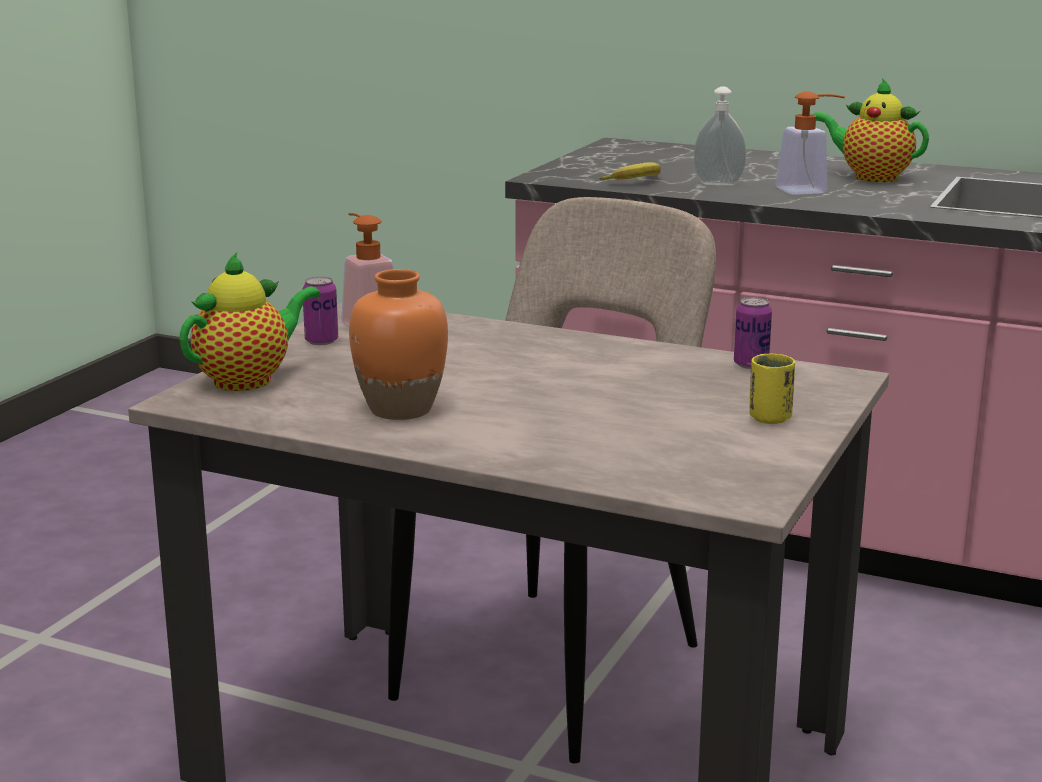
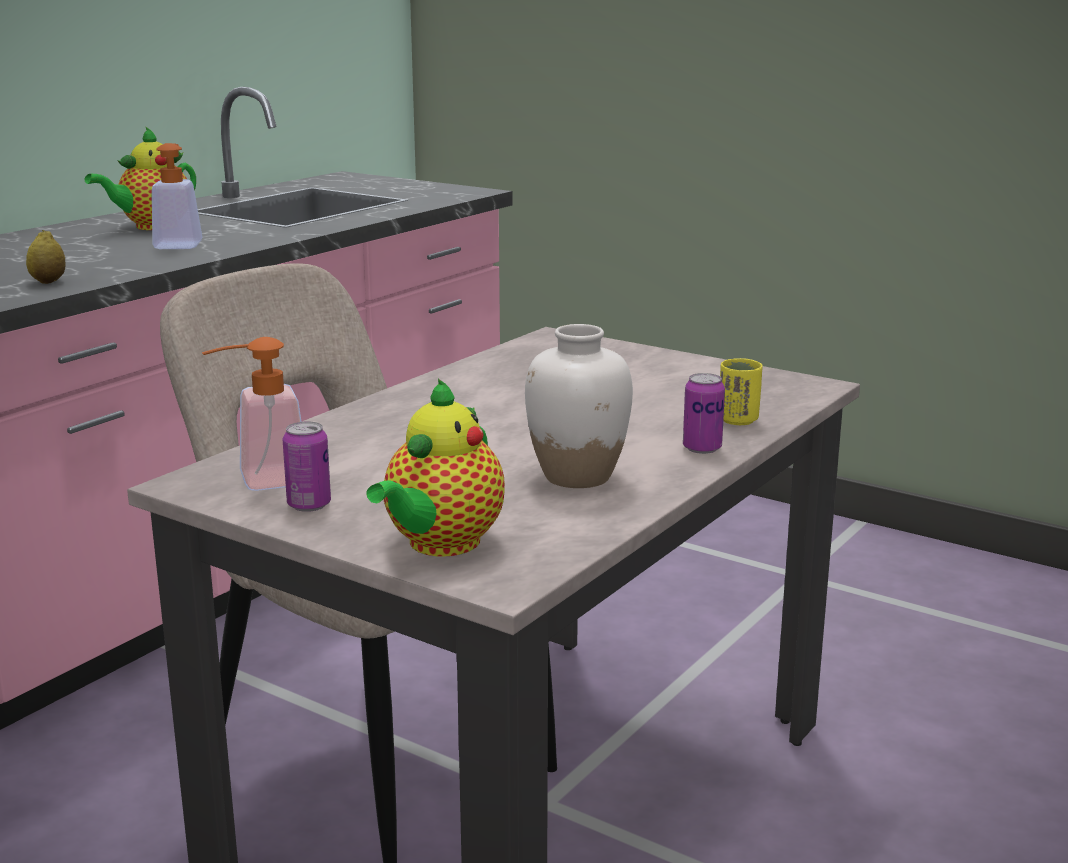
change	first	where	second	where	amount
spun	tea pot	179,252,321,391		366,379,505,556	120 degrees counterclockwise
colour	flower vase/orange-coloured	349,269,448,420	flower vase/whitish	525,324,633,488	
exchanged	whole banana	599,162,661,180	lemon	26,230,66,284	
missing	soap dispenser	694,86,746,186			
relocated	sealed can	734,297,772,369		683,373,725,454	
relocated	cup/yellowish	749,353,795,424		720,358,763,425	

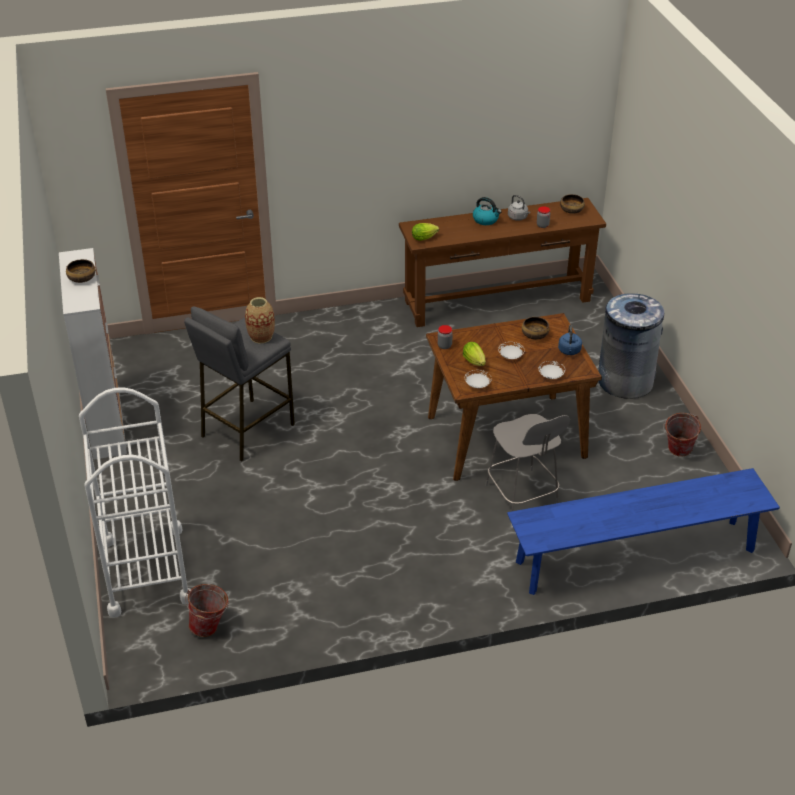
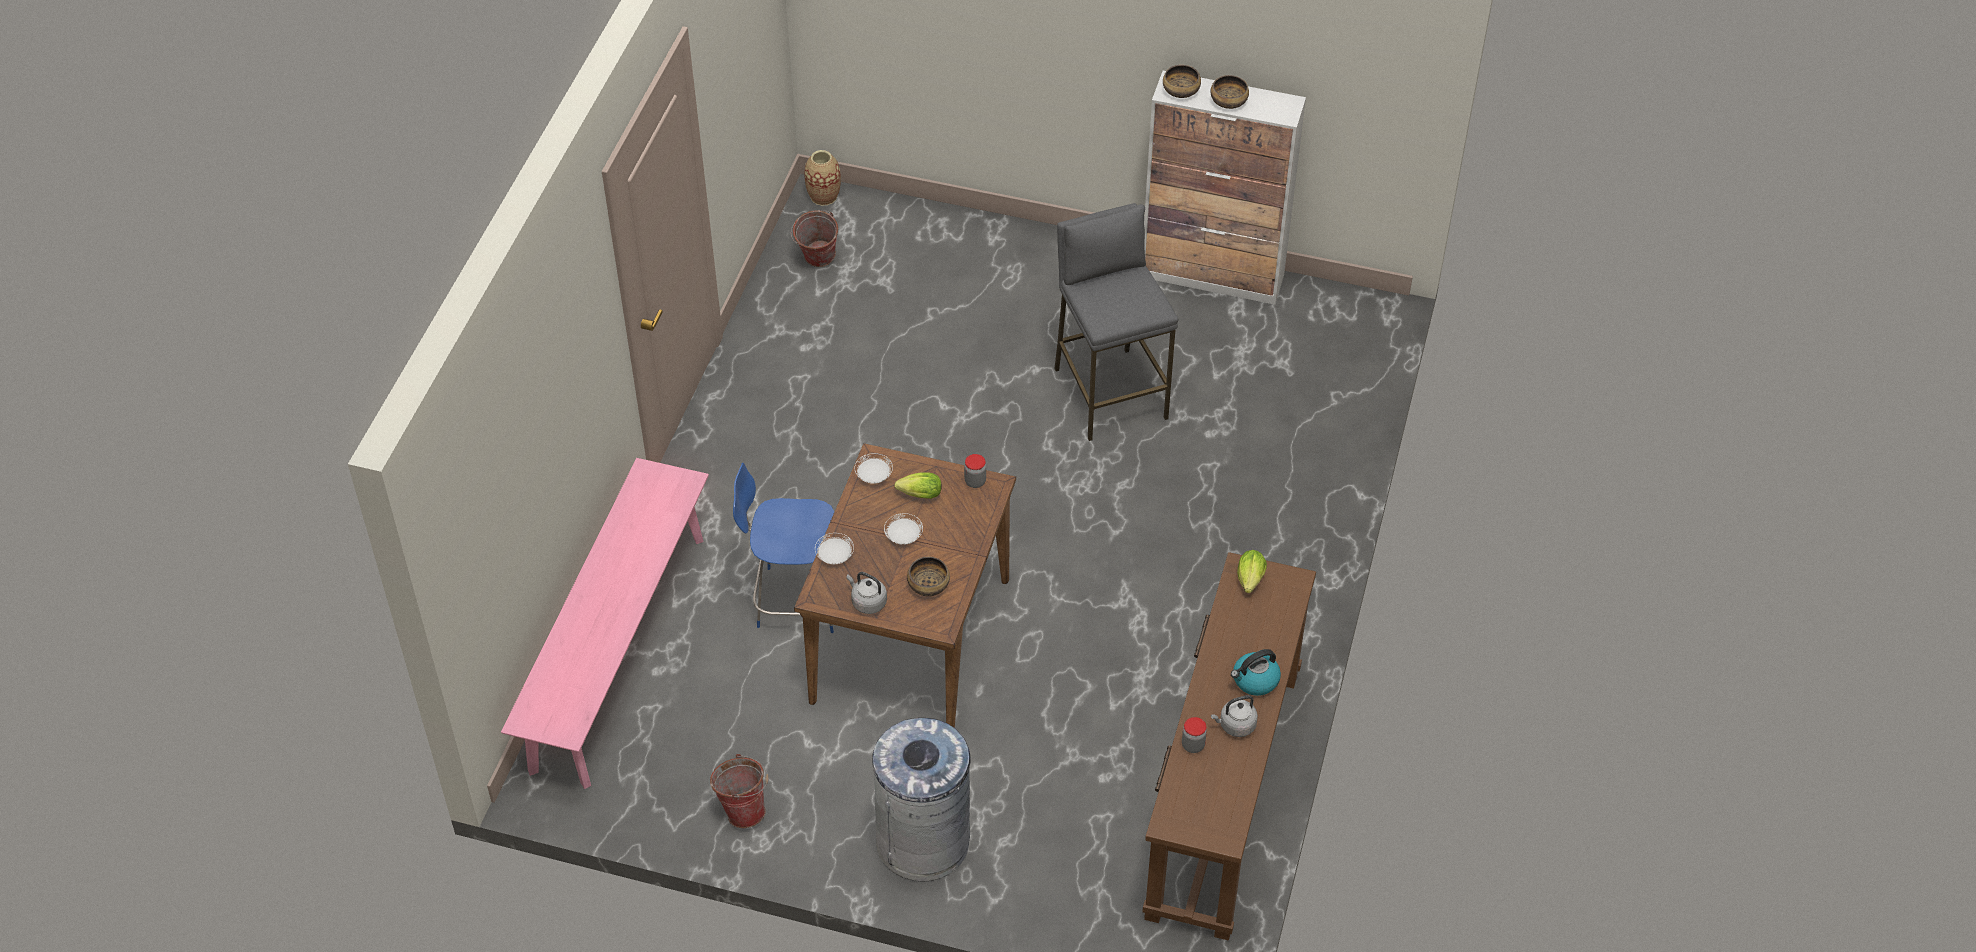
change	first	where	second	where	amount
missing	wheeled cart/whitish	79,387,191,618			
relocated	flower vase	245,297,275,344		804,150,841,206	
colour	upright chair/greyish	485,414,570,511	upright chair/bluish	733,463,834,633	
colour	long seat/bluish	507,468,780,595	long seat/pink-coloured	501,458,709,789	
colour	tea kettle/bluish	558,325,582,355	tea kettle/greyish	846,572,887,614	
relocated	deep dish	560,194,585,214		1163,65,1201,98	

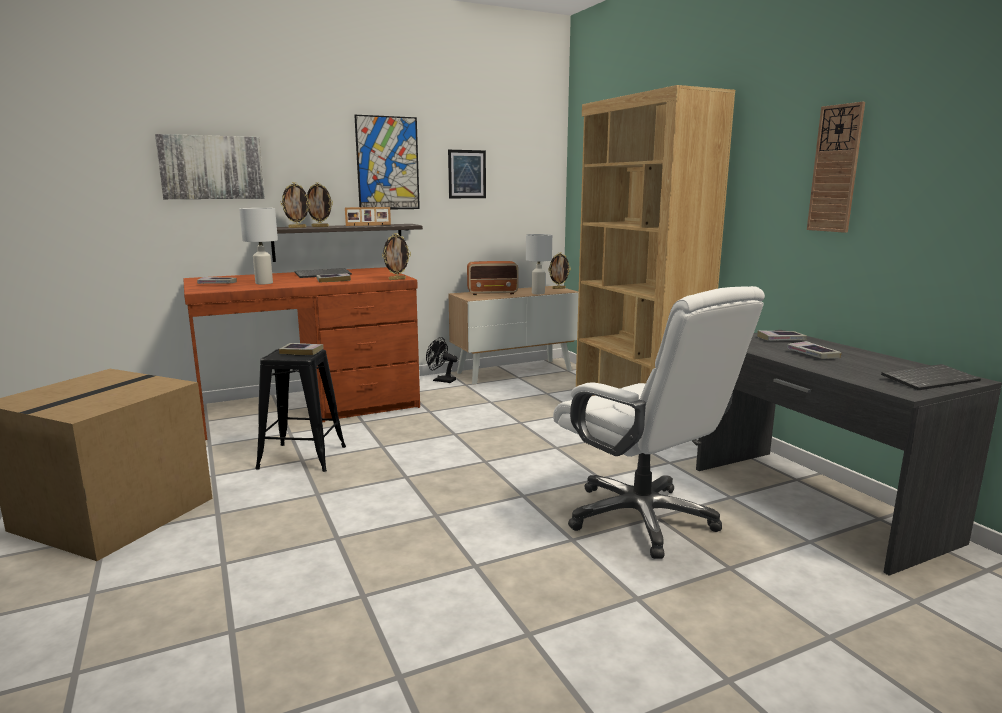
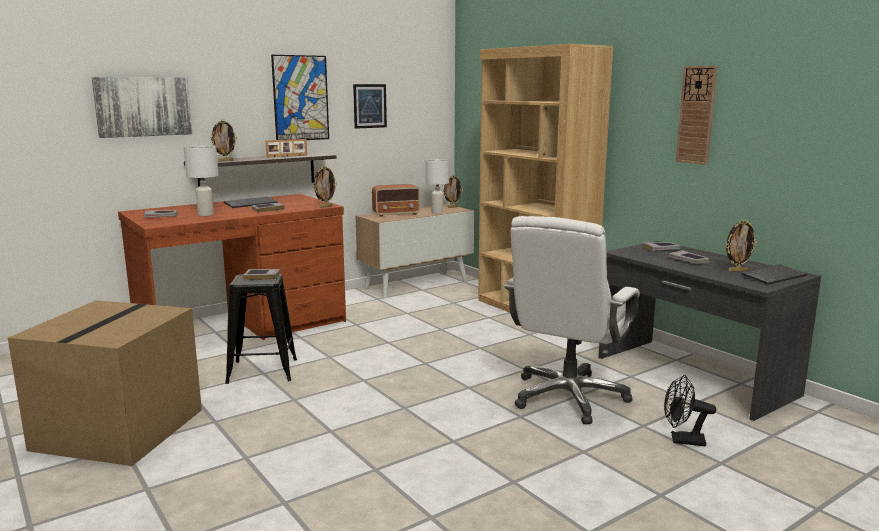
change	first	where	second	where	amount
relocated	standing frame	307,182,333,227		726,220,757,272	
relocated	fan/blackish	426,337,458,383		664,375,716,446	
spun	computer chair/whitish	553,286,765,559		504,216,640,424	75 degrees clockwise

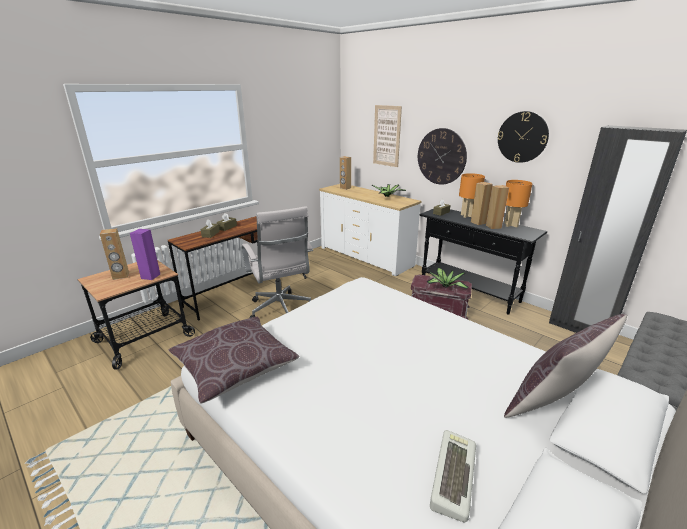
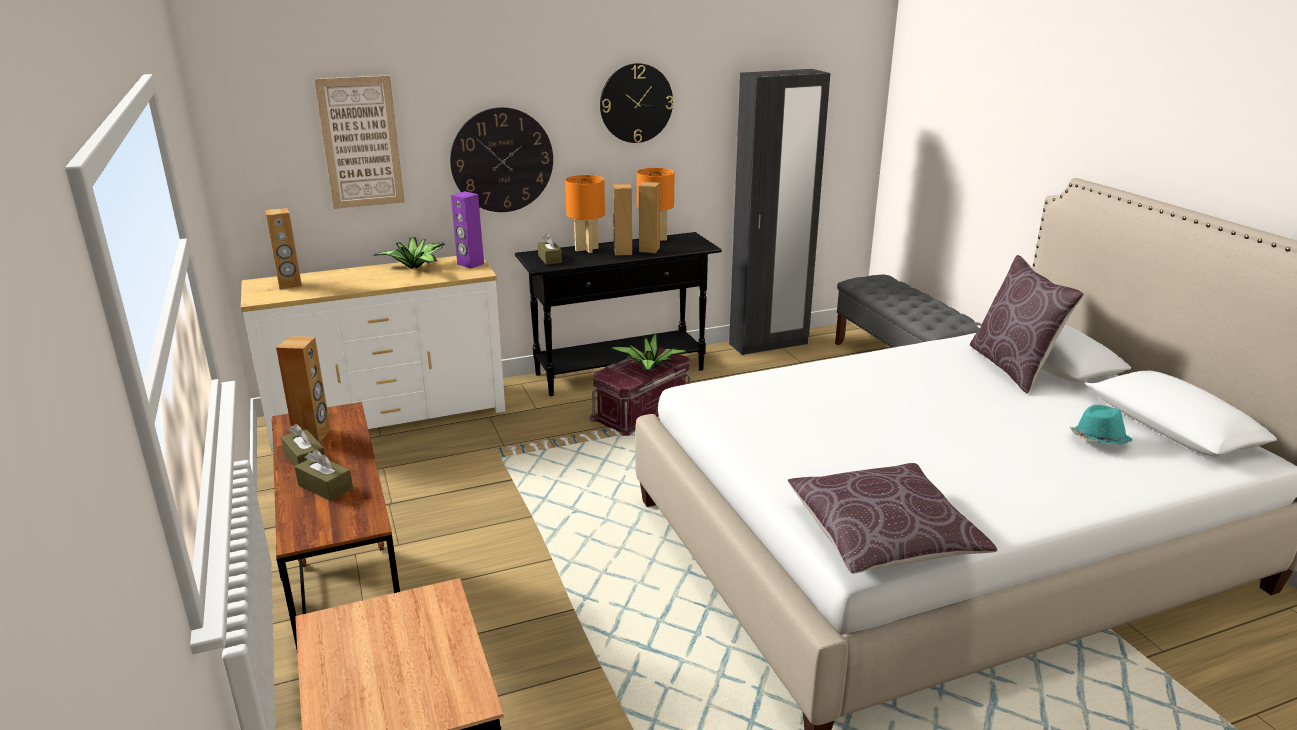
change	first	where	second	where	amount
relocated	speaker/brown-coloured	100,228,129,280		276,336,331,443	
relocated	speaker/purplish	130,229,160,280		451,191,484,269	
missing	computer chair/whitish	242,206,313,318			
exchanged	computer keyboard	430,430,476,523	hat/turquoise-coloured	1070,405,1133,445	

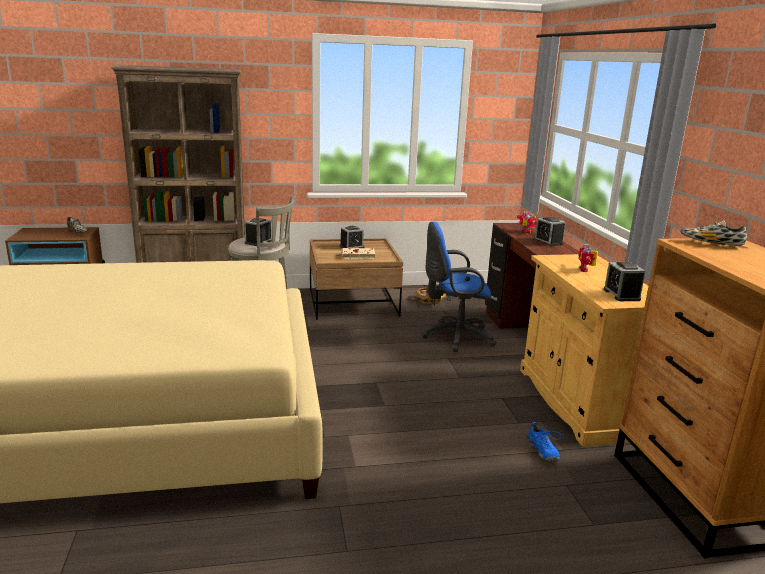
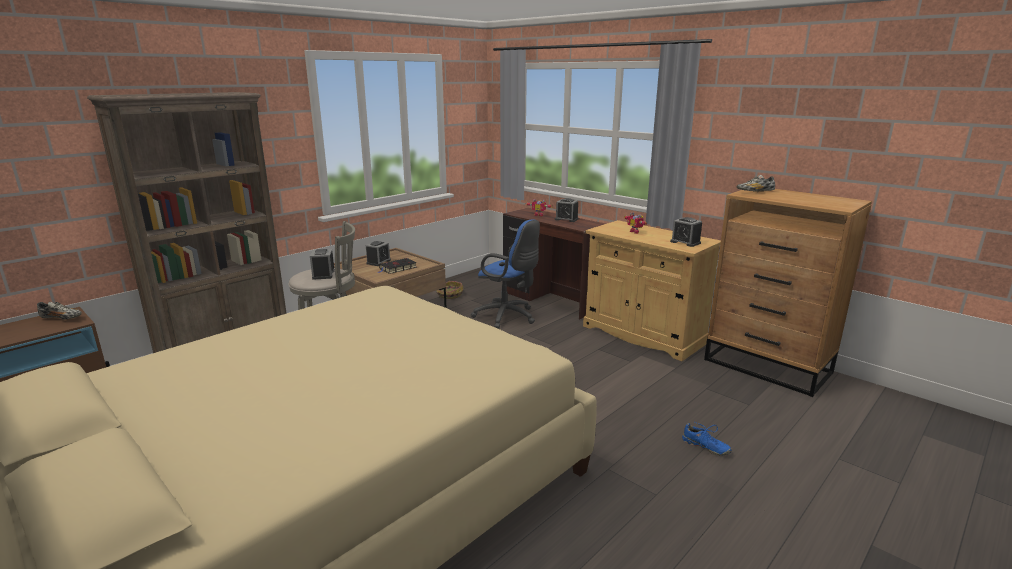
change	first	where	second	where	amount
colour	bound book/beige-coloured	337,248,375,259	bound book/blackish	379,258,417,274	
spun	computer chair/bluish	421,222,497,352		471,219,540,329	105 degrees counterclockwise
relocated	item of footwear/bluish	527,422,561,462		682,422,732,455	

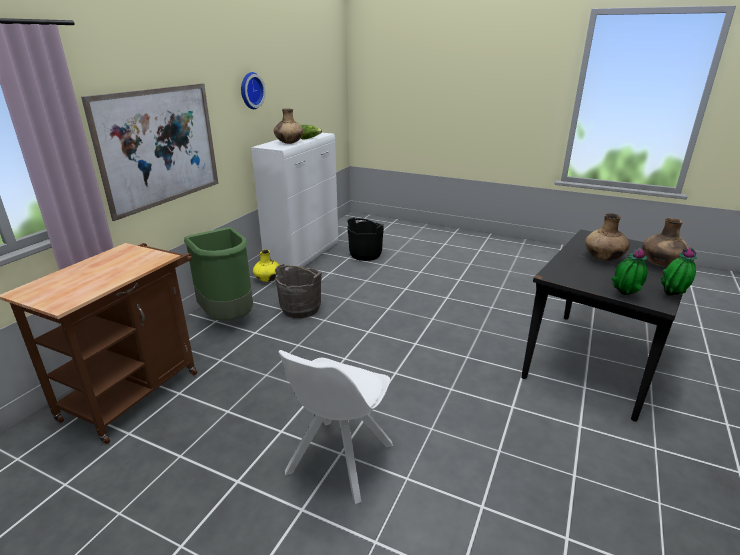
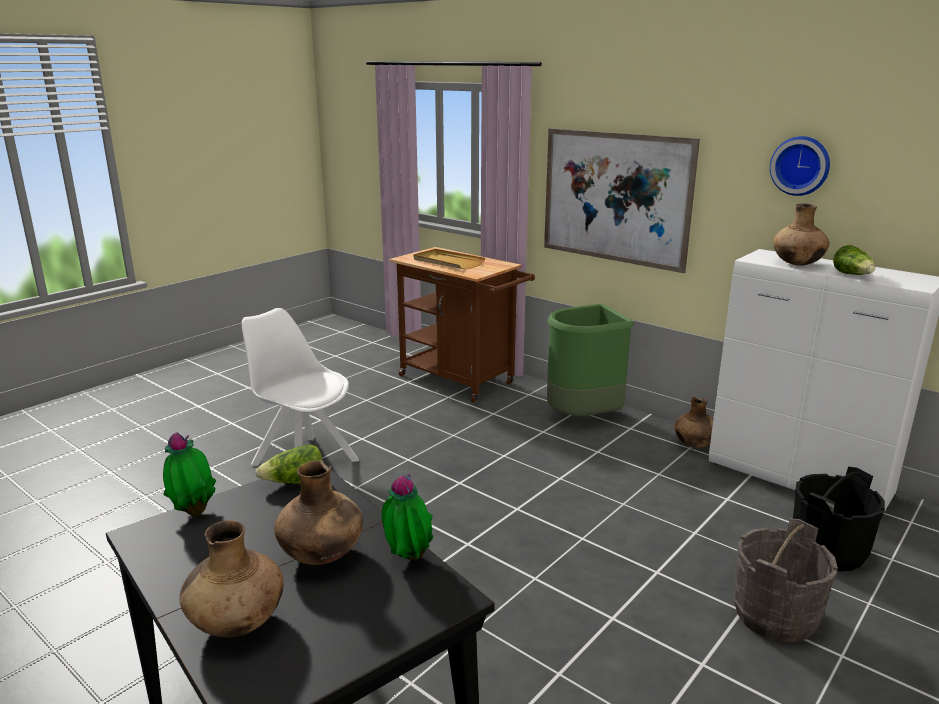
change	first	where	second	where	amount
colour	flower vase/yellowish	253,249,280,282	flower vase/brown-coloured	674,396,713,448	
relocated	pail/greyish	275,264,322,318		734,518,838,643	
relocated	houseplant	661,247,697,296		382,473,433,561	
appeared			lettuce head	255,444,323,484	
appeared			serving tray/beige-coloured	414,249,485,270	

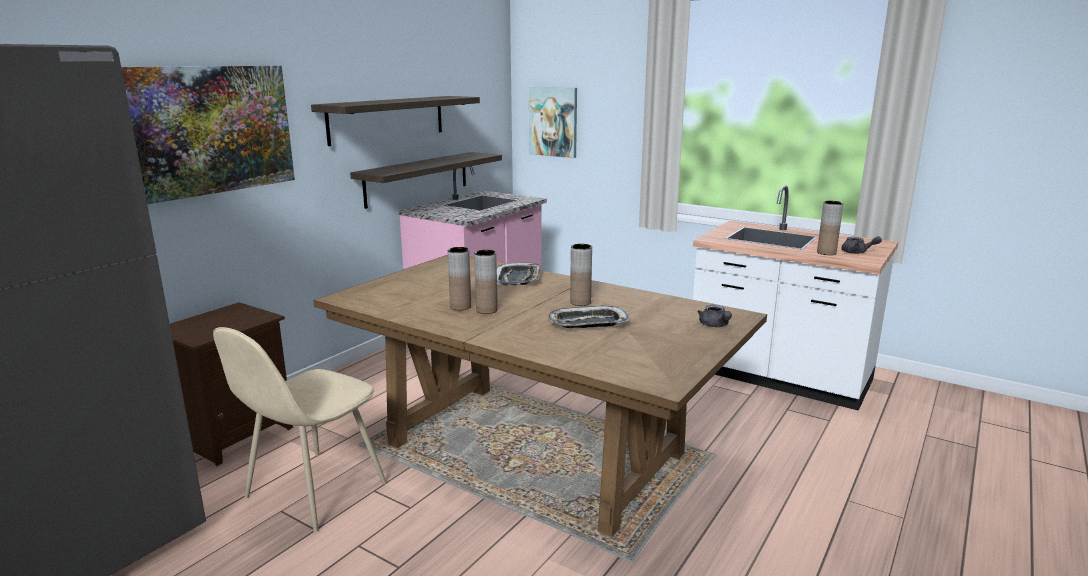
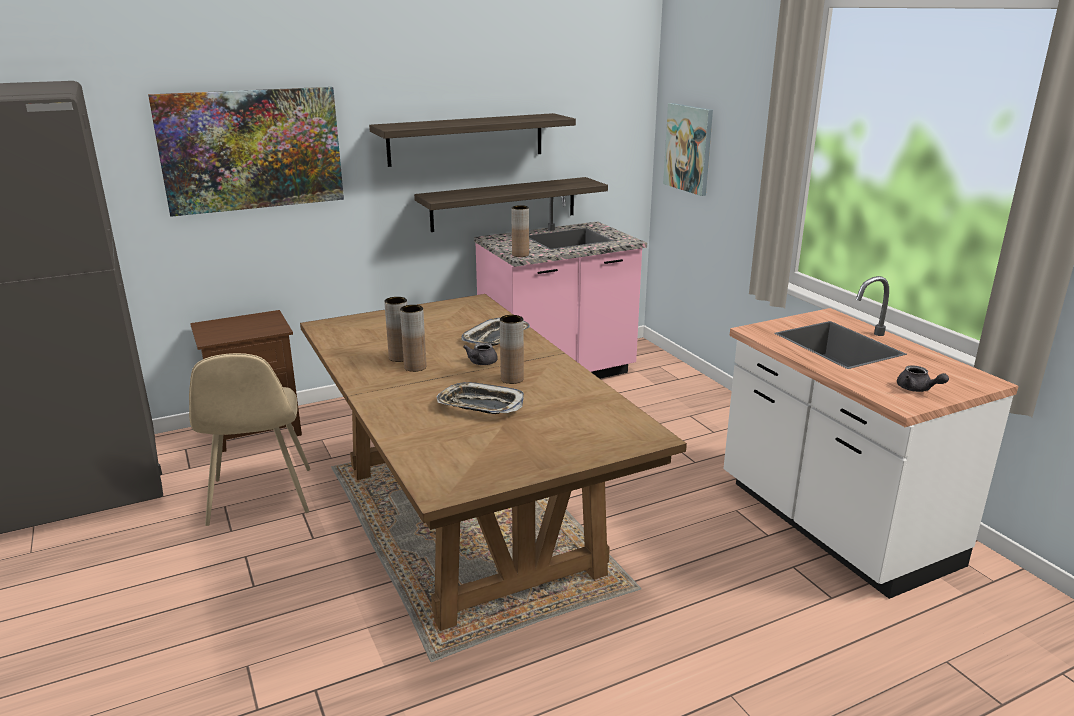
change	first	where	second	where	amount
spun	upright chair/beige-coloured	213,327,386,532		189,353,310,526	75 degrees counterclockwise
relocated	tea pot/greyish	697,305,732,327		463,343,498,365	
relocated	flower vase/brown-coloured	817,201,843,255		511,205,529,257	

